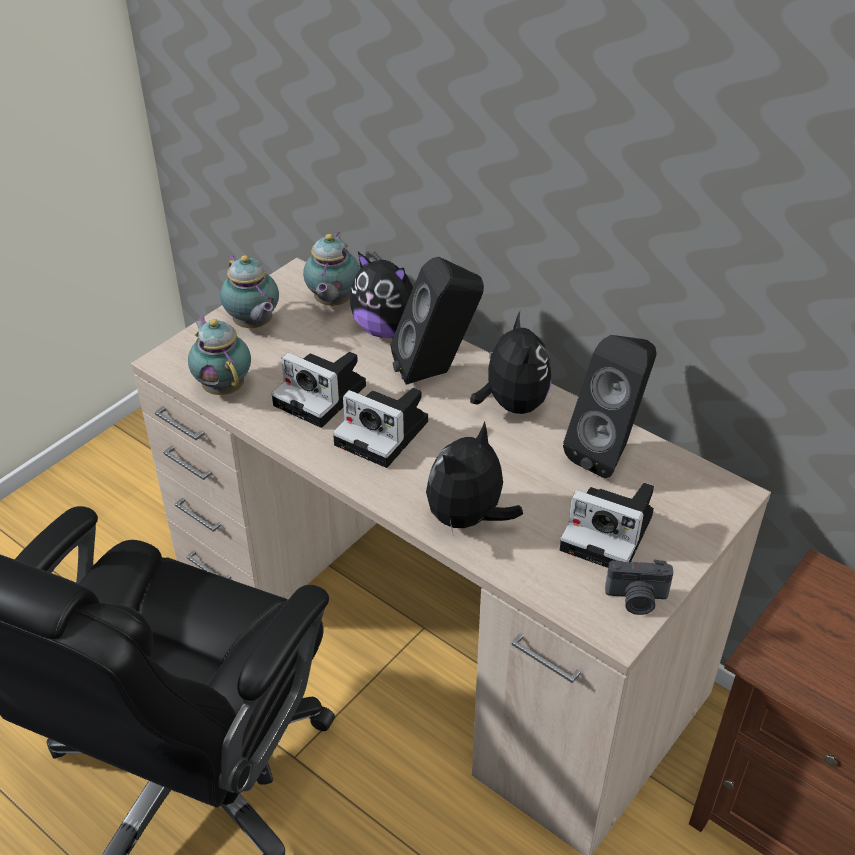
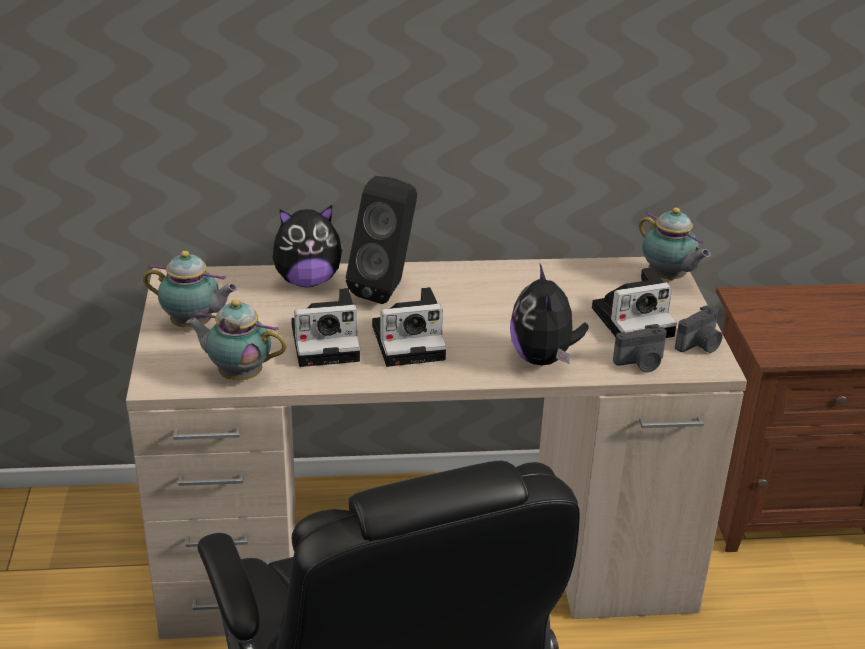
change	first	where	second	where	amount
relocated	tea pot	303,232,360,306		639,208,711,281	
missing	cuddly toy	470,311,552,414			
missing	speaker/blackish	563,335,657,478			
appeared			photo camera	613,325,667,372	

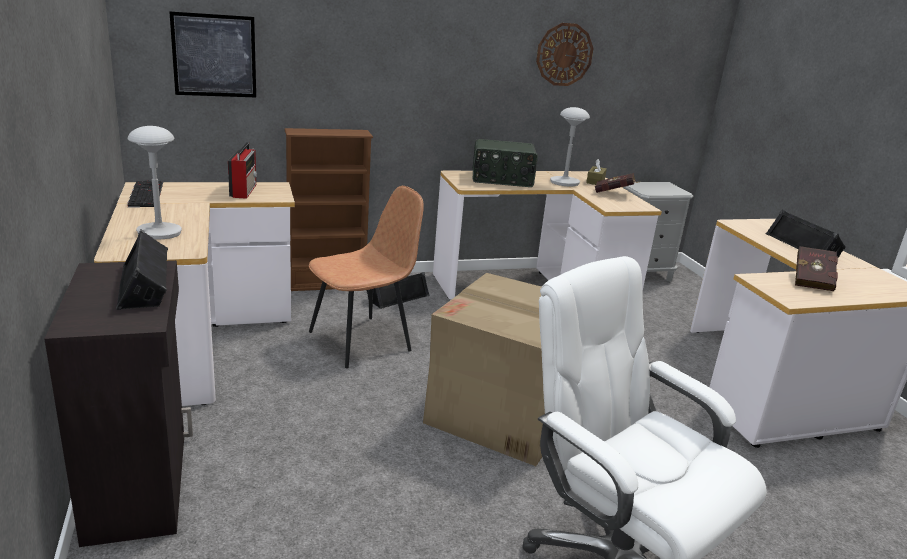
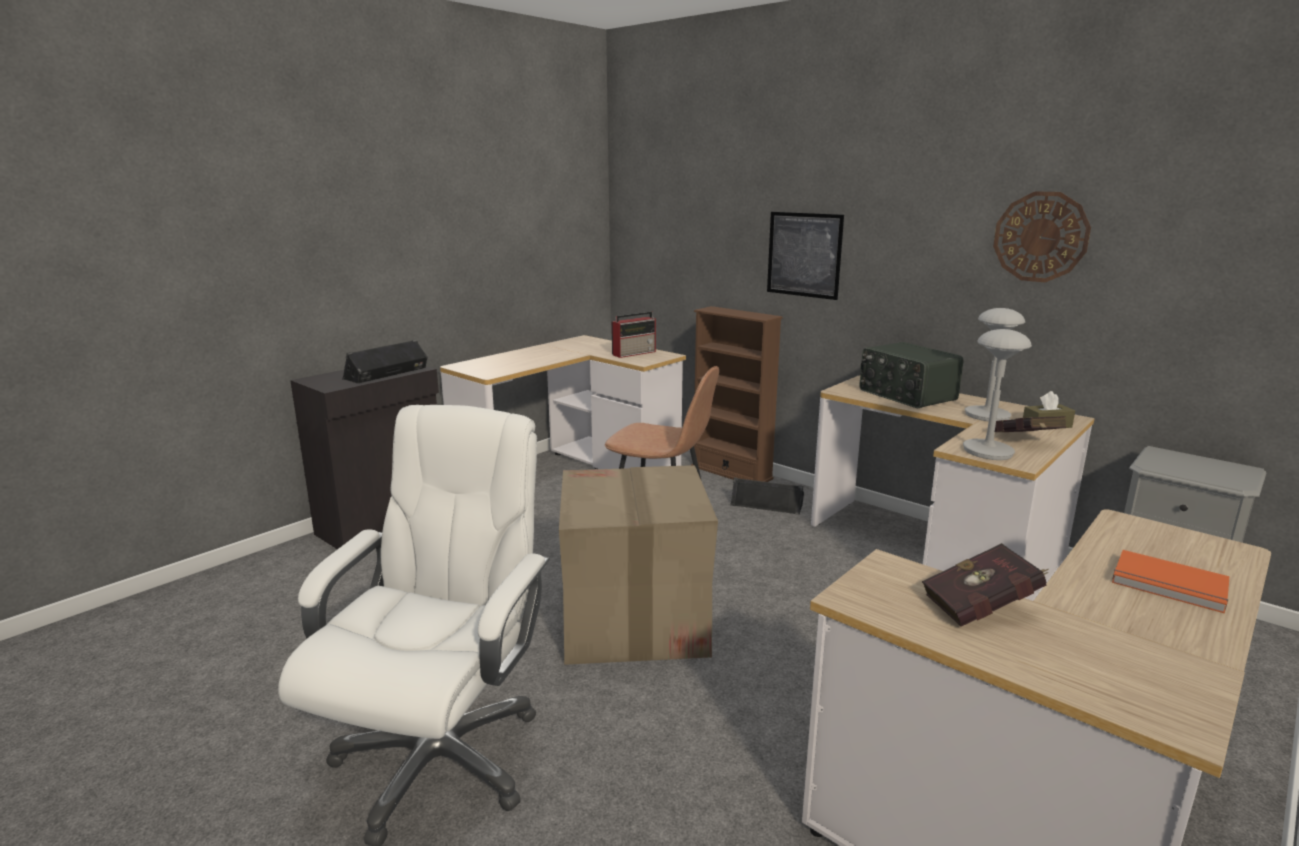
change	first	where	second	where	amount
missing	computer keyboard	127,180,163,208			
relocated	table lamp/greyish	128,126,182,239		963,329,1032,460	
relocated	picture	169,11,256,97		767,212,844,300	
exchanged	speaker/blackish	766,210,846,258	bound book/orange-coloured	1112,550,1230,613	

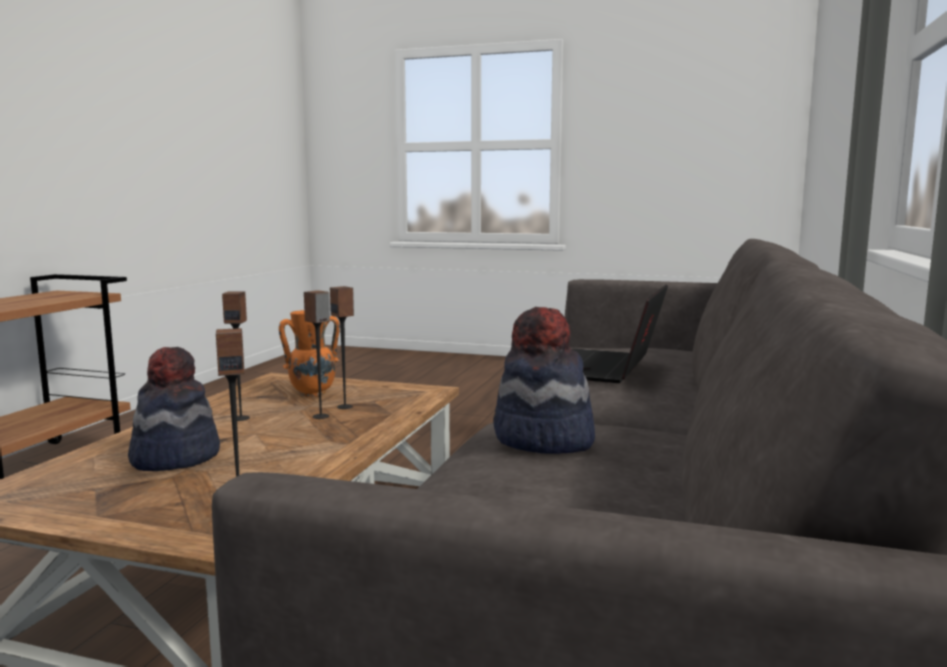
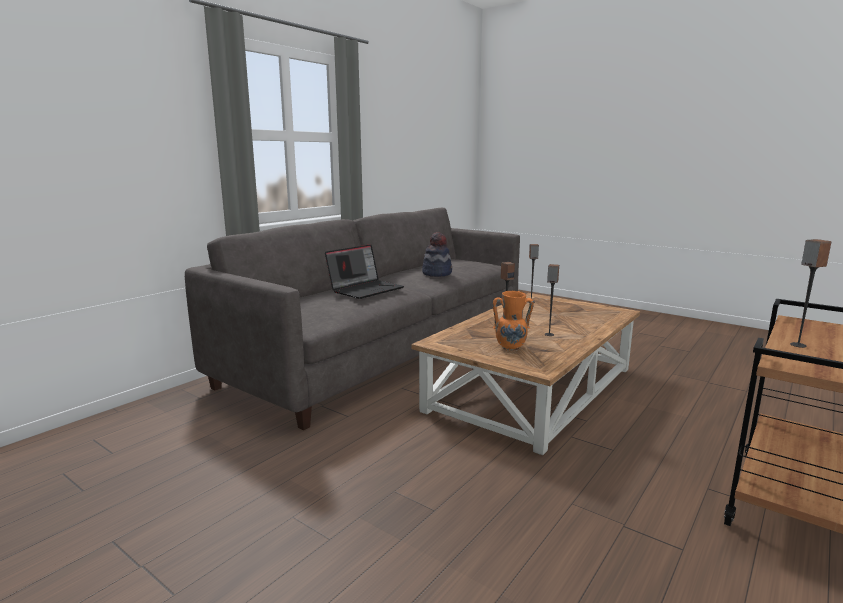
change	first	where	second	where	amount
missing	hat	128,347,220,471			
relocated	speaker	330,286,354,409		790,239,832,348	

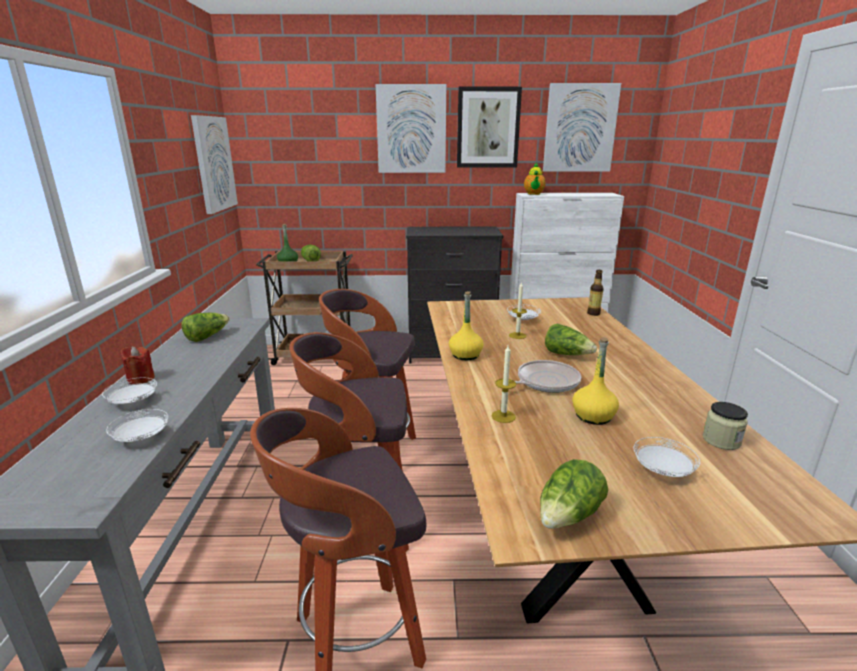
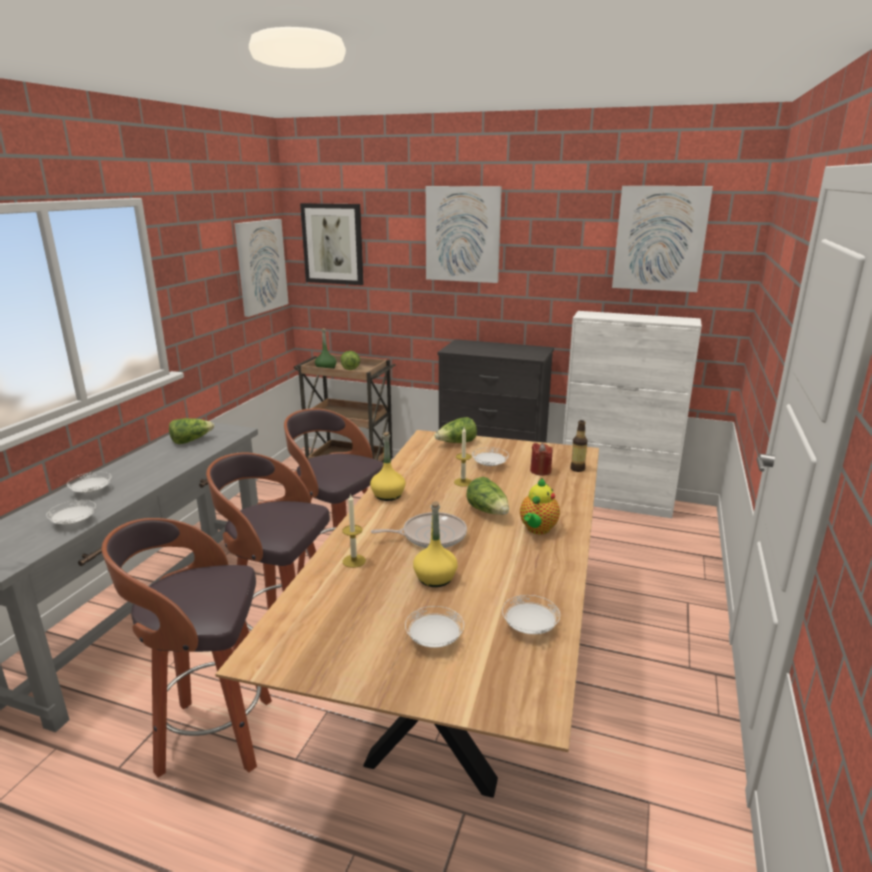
change	first	where	second	where	amount
relocated	wax light/red-coloured	120,346,155,385		530,443,553,476	
relocated	picture	457,87,522,167		300,203,364,285	
relocated	tea pot	524,162,546,195		520,478,560,534	
relocated	lettuce head	540,459,608,529		435,417,477,443	
exchanged	storage jar	703,402,748,450	plate/whitish	502,595,560,634	

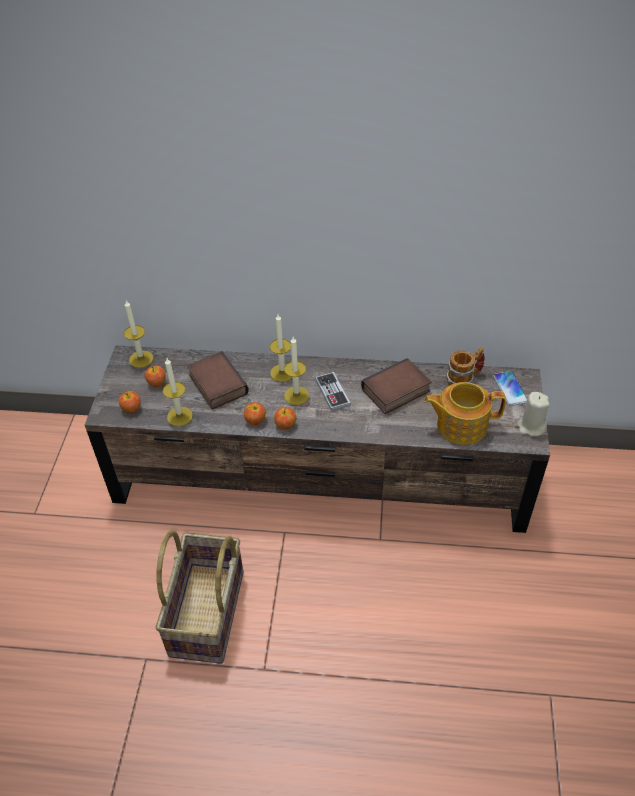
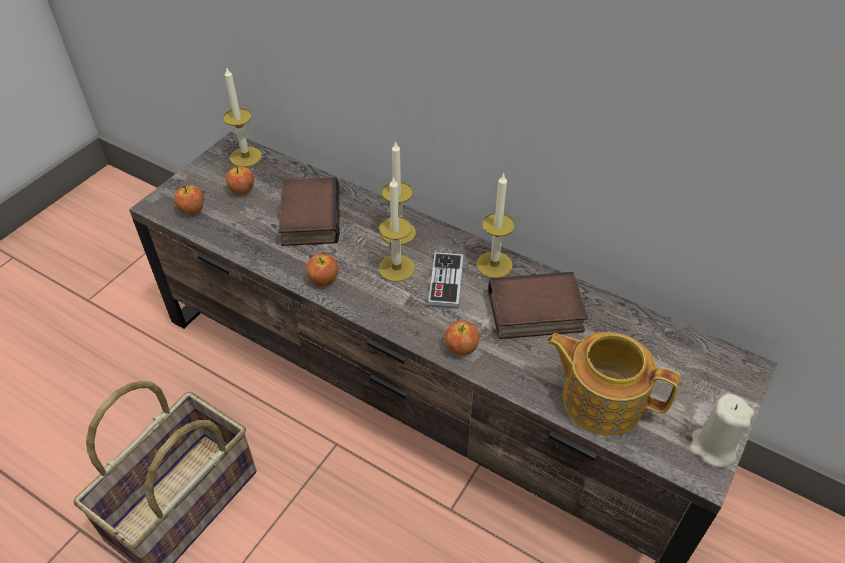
change	first	where	second	where	amount
relocated	wax light	163,358,193,426		476,173,515,278	
relocated	apple	274,407,296,429		444,321,479,355	
missing	coffee mug	446,347,485,385			
missing	phone	493,371,528,406			

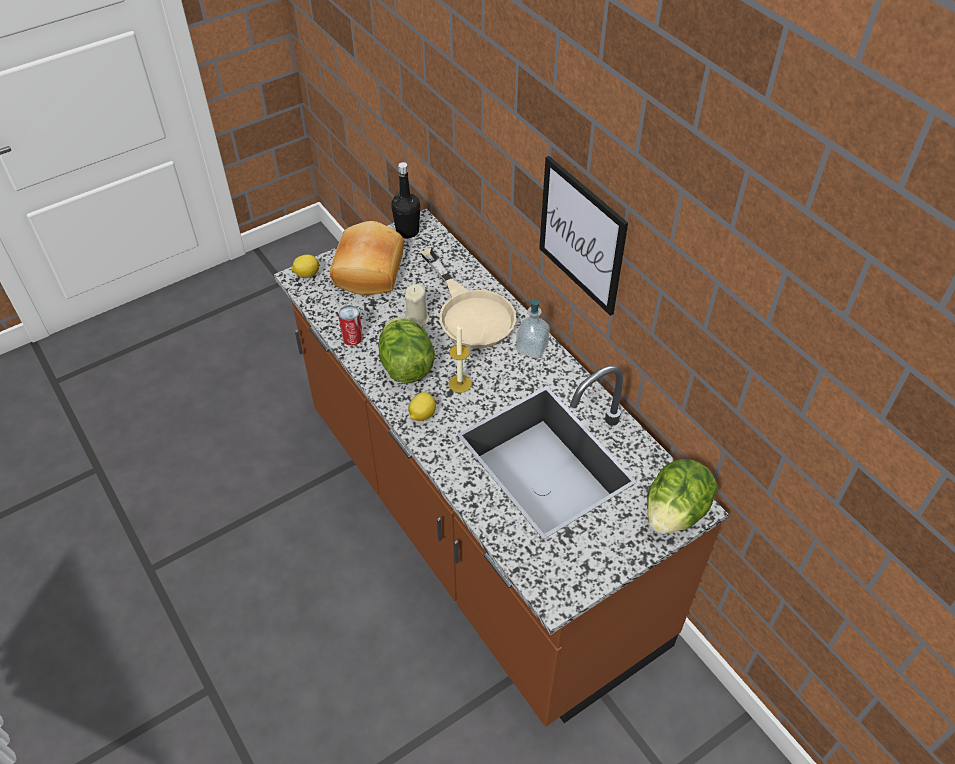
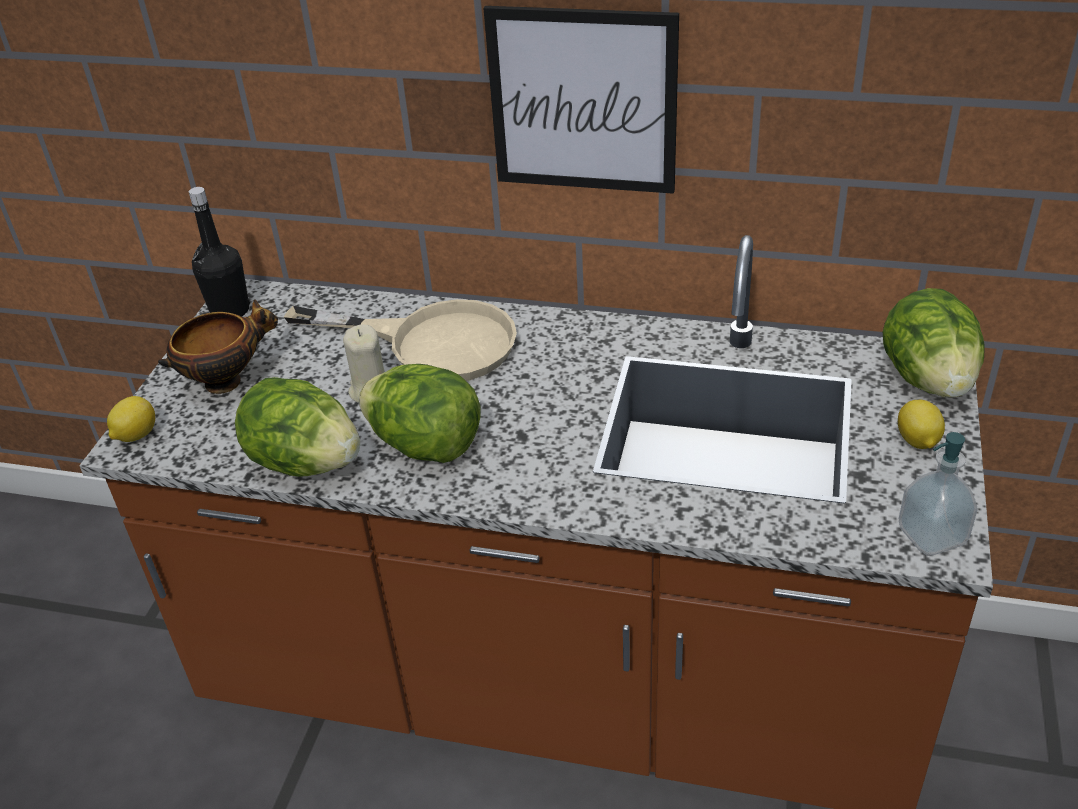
change	first	where	second	where	amount
exchanged	bread	330,221,404,295	deep dish	158,299,278,394	
exchanged	sealed can	338,305,363,346	lettuce head	235,377,360,477	
relocated	lemon	408,392,436,421		898,400,945,449	
missing	wax light	449,324,472,393			
relocated	soap dispenser	516,299,550,358		899,432,978,555	

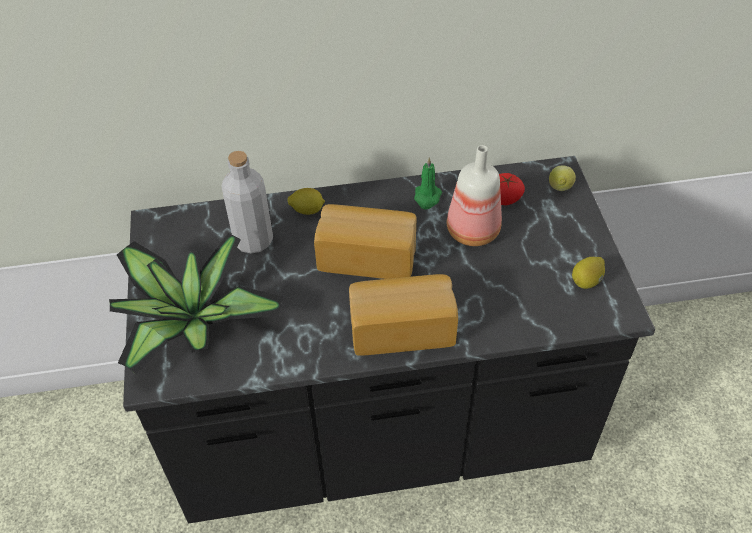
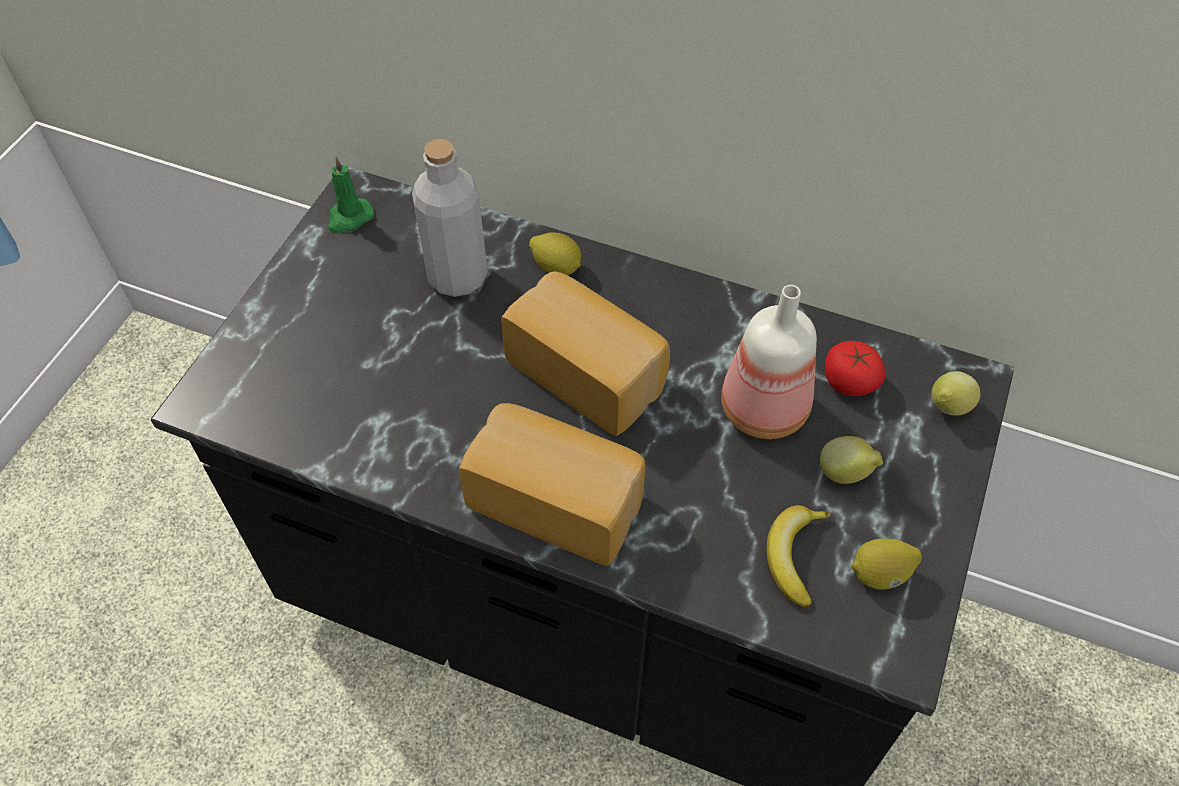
change	first	where	second	where	amount
missing	houseplant	109,233,283,375			
relocated	wax light/green-coloured	414,157,442,209		328,157,374,233	
appeared			whole banana	766,505,831,607	
appeared			lemon	819,436,883,484	

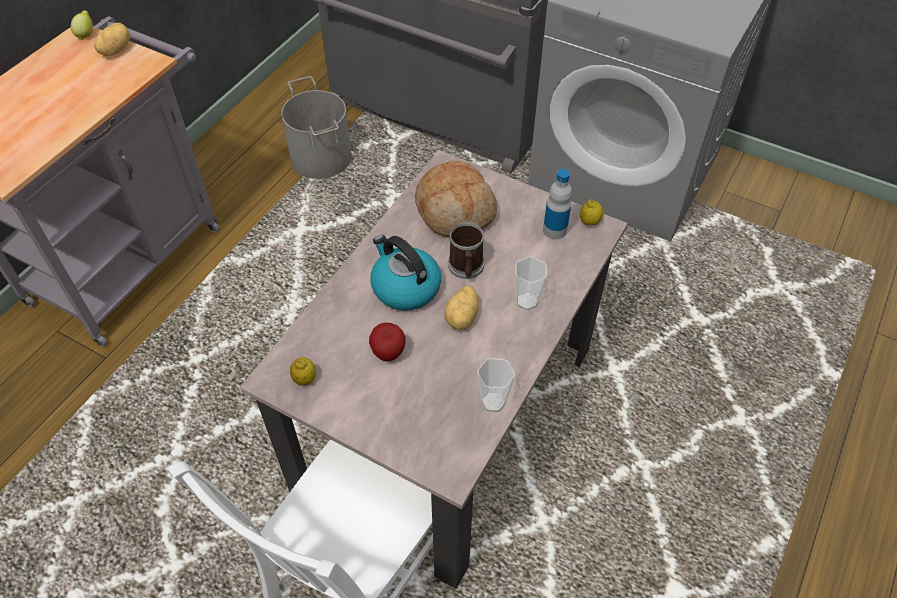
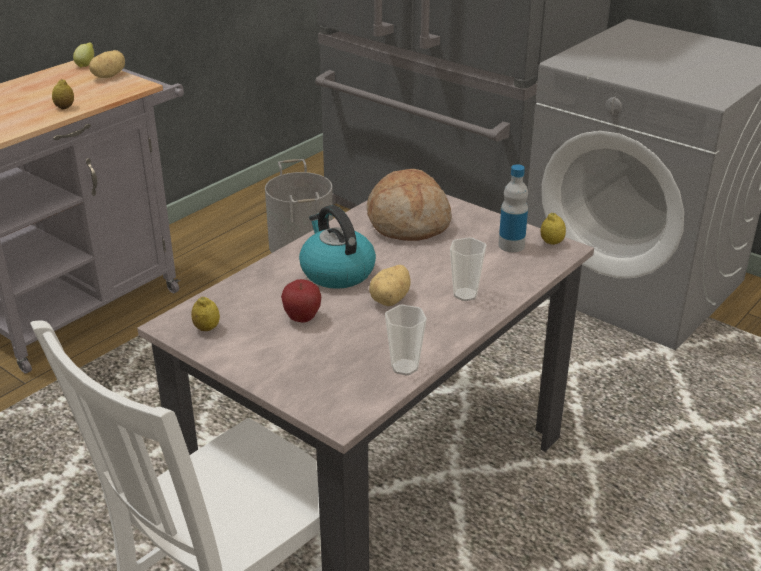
change	first	where	second	where	amount
missing	coffee mug	448,223,484,279			
appeared			lemon	52,79,74,109	

